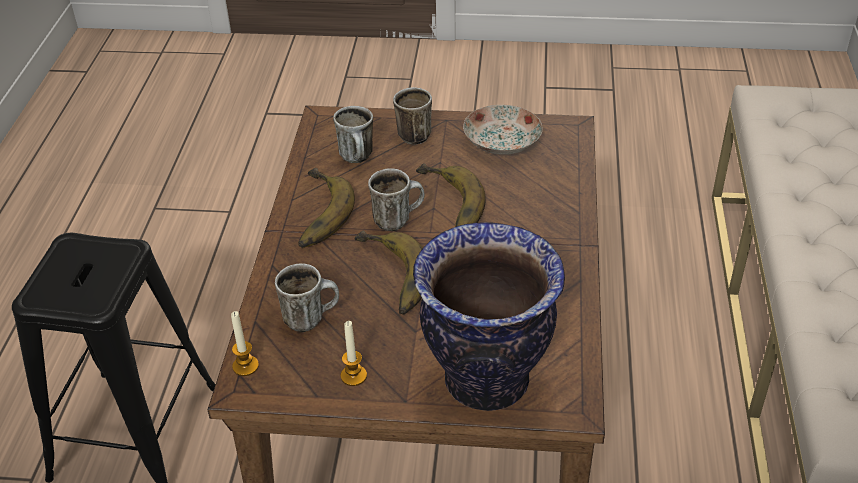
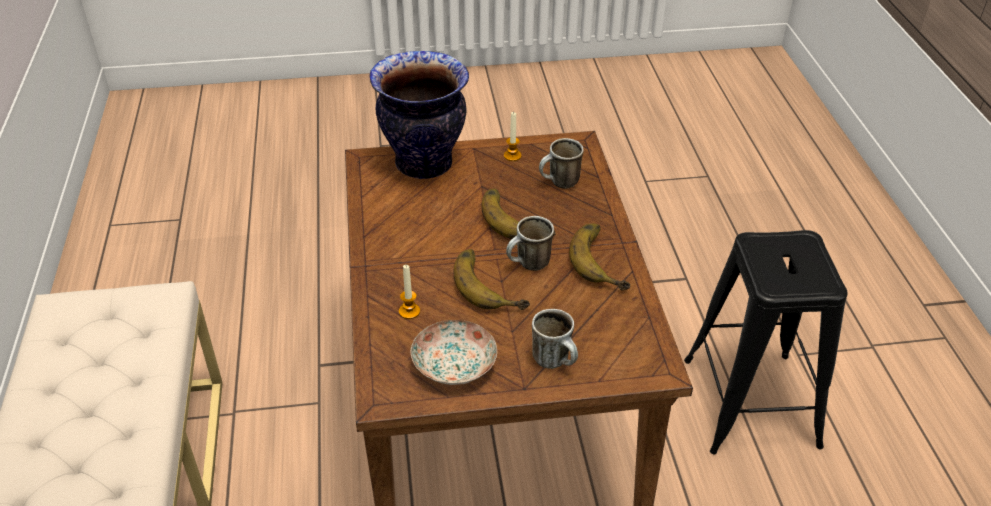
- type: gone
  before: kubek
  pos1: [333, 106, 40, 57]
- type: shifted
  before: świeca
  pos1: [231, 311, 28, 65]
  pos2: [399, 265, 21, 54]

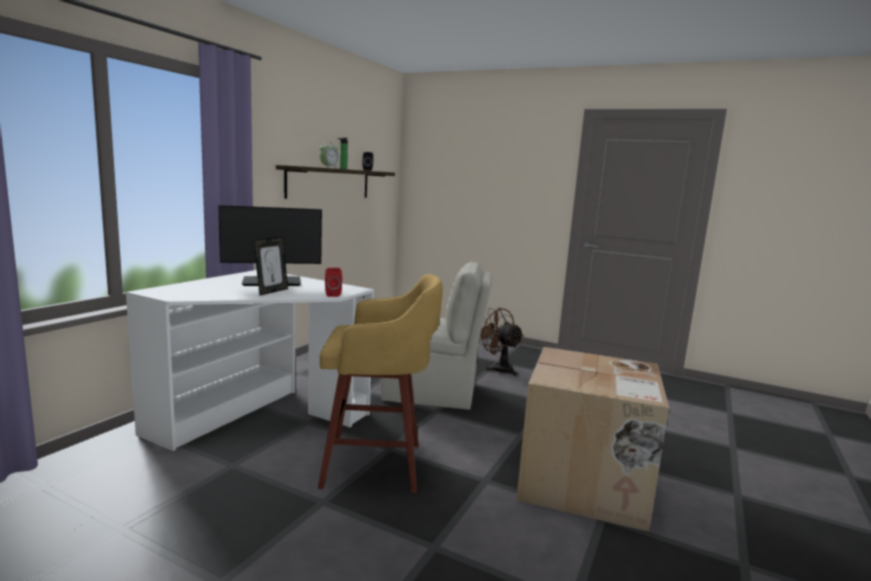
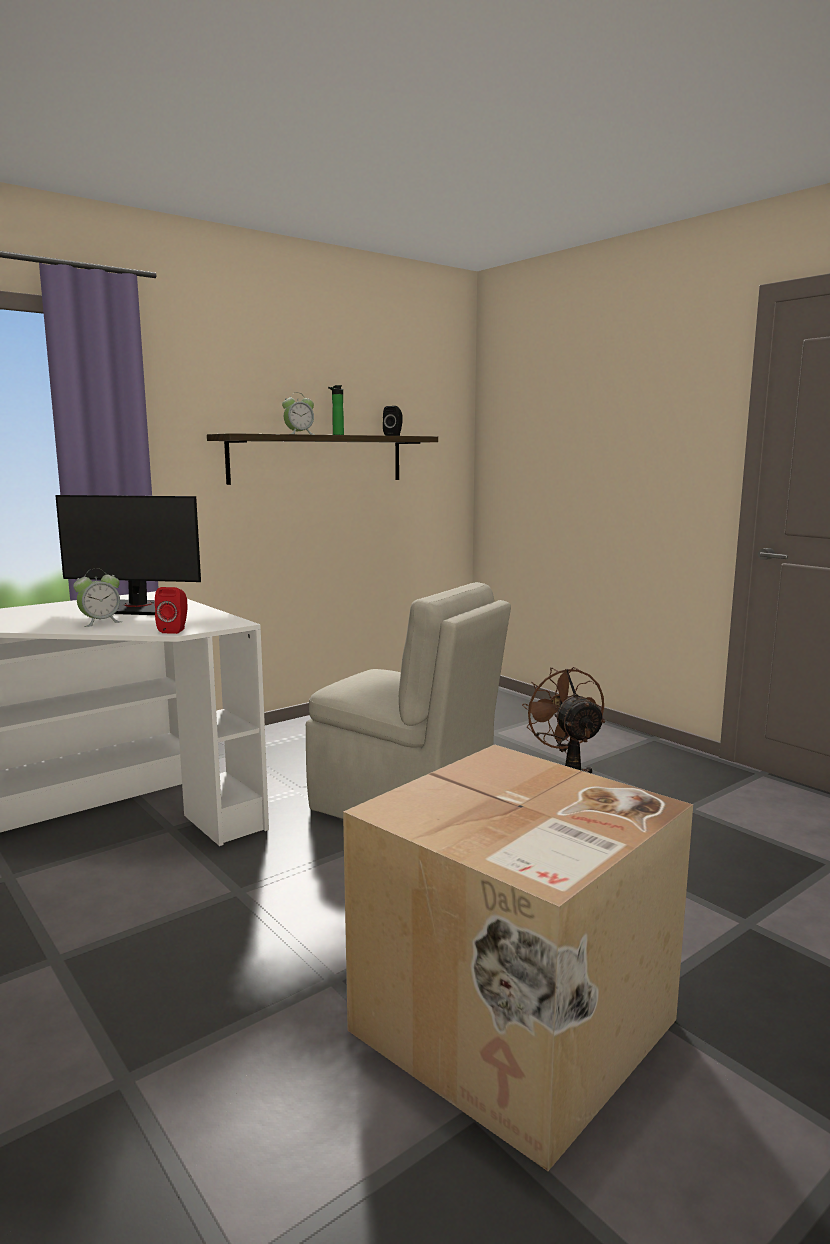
- type: swapped
  before: ramka na zdjęcie
  after: budzik
  pos1: [254, 237, 34, 59]
  pos2: [73, 569, 49, 58]
- type: gone
  before: stołek/żółty
  pos1: [318, 274, 125, 219]

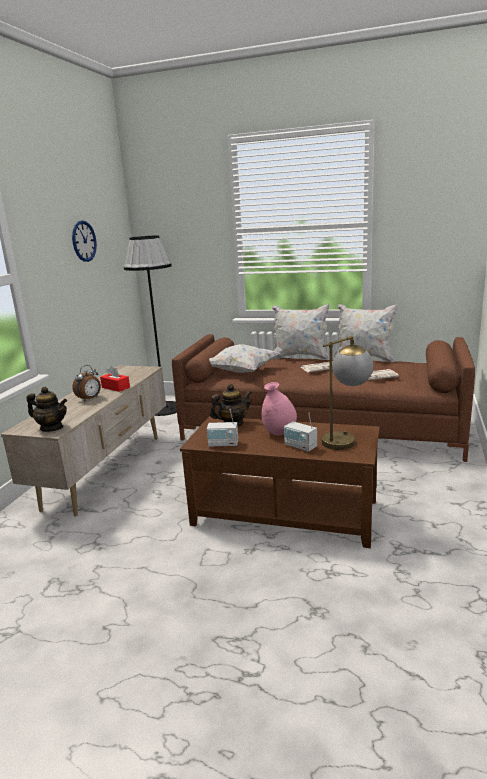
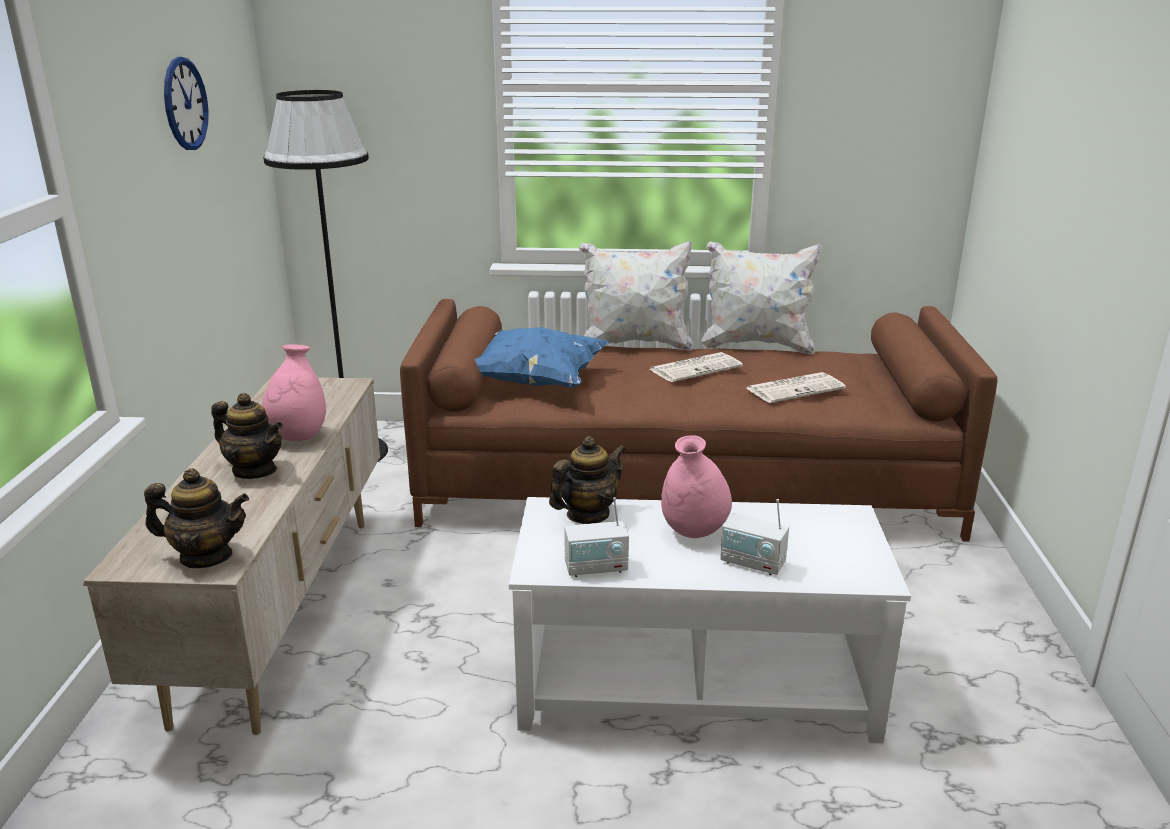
- type: gone
  before: lampa stołowa
  pos1: [322, 336, 51, 114]
- type: repainted
  before: poduszka/biały
  after: poduszka/niebieski
  pos1: [209, 344, 72, 29]
  pos2: [475, 327, 134, 61]
- type: swapped
  before: budzik
  after: imbryk
  pos1: [72, 365, 29, 36]
  pos2: [211, 393, 72, 86]
- type: swapped
  before: pudełko chusteczek/czerwony
  after: wazon/różowy
  pos1: [100, 366, 30, 26]
  pos2: [262, 344, 64, 97]
- type: repainted
  before: ława/brązowy
  after: ława/biały
  pos1: [180, 416, 200, 132]
  pos2: [509, 497, 402, 247]

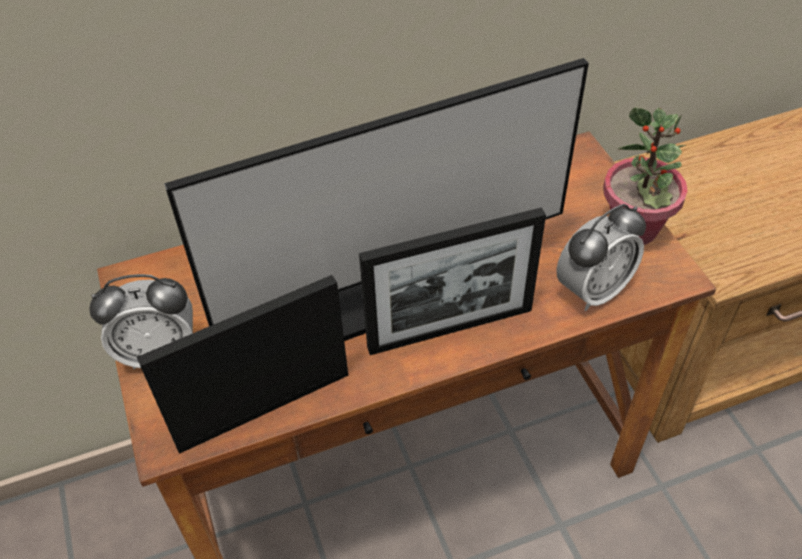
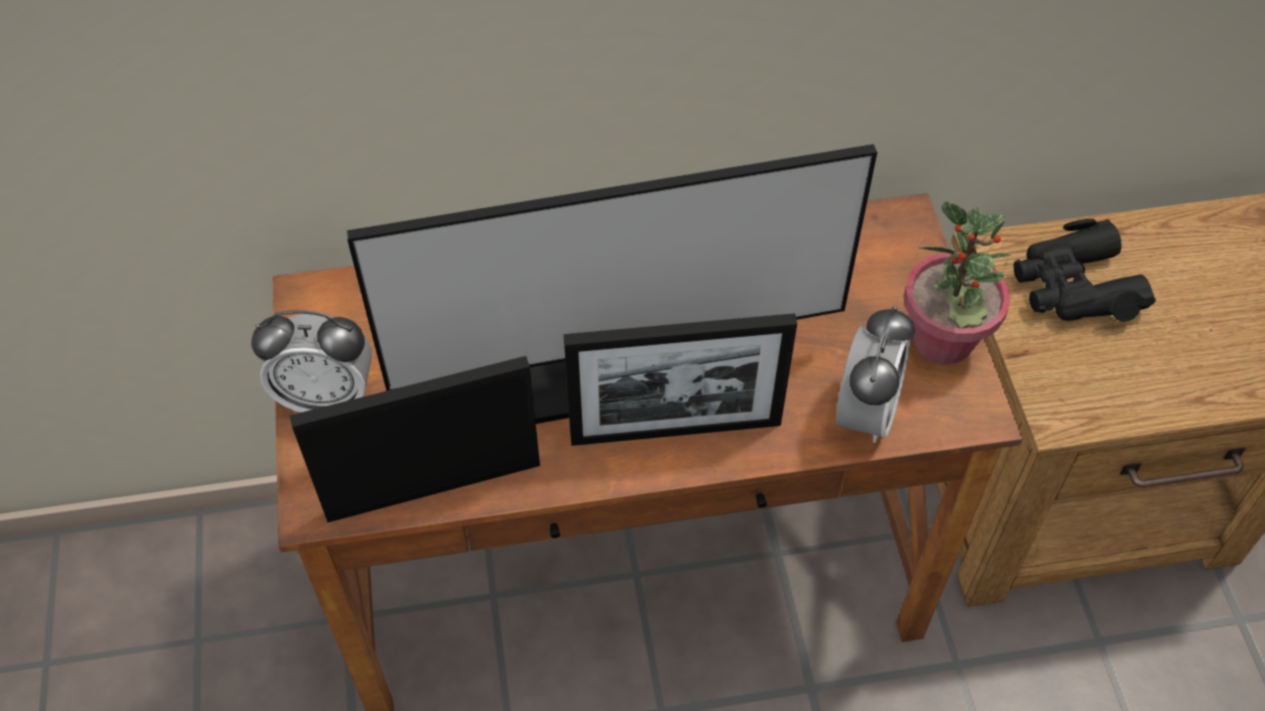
- type: rotated
  before: budzik
  pos1: [556, 204, 90, 107]
  pos2: [836, 306, 79, 137]
  turn: -45
- type: new
  after: lornetka/czarny
  pos2: [1013, 219, 143, 103]

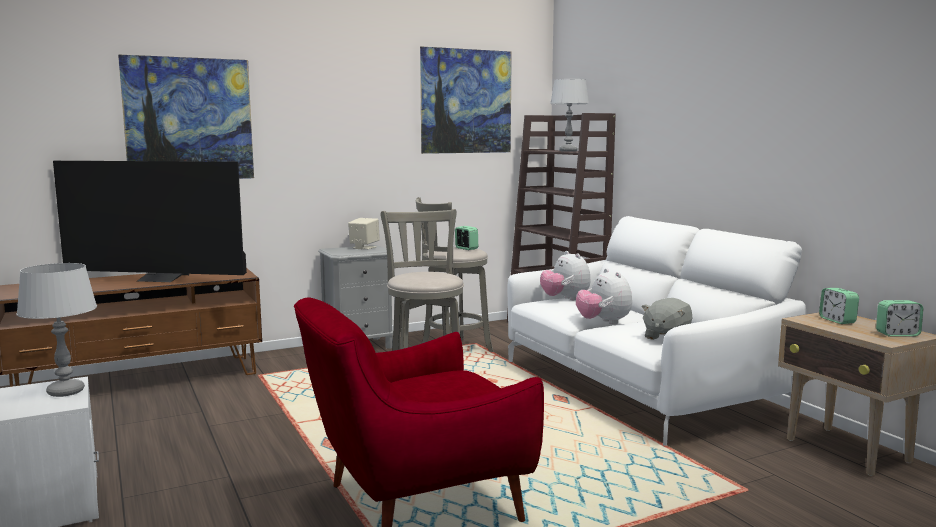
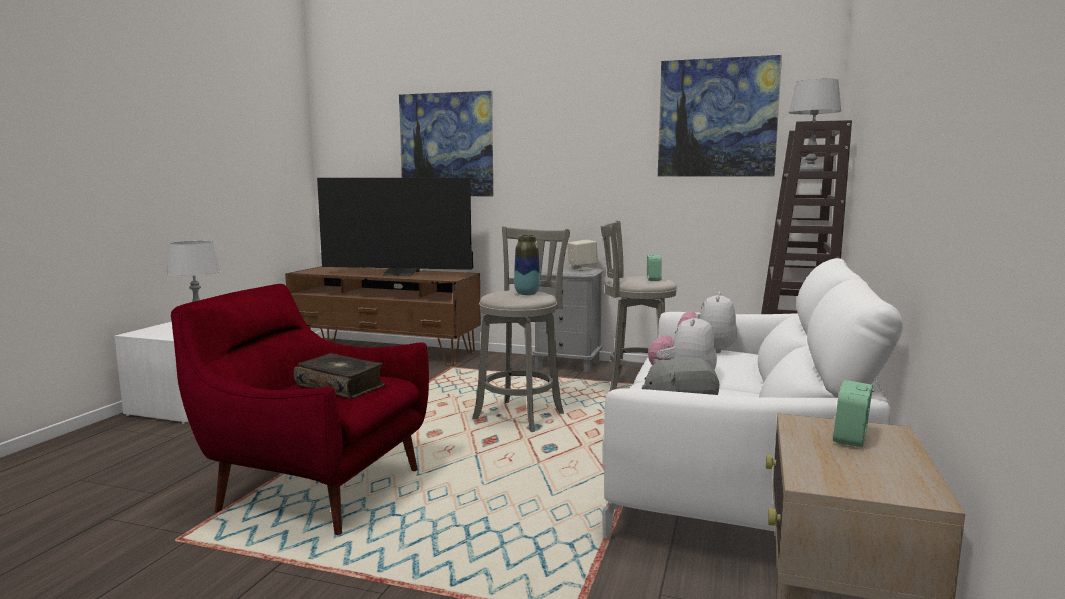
- type: rotated
  before: telewizor
  pos1: [53, 161, 194, 121]
  pos2: [317, 178, 156, 98]
  turn: -45
- type: gone
  before: budzik
  pos1: [876, 300, 47, 37]
- type: new
  after: wazon
  pos2: [514, 235, 26, 60]
- type: new
  after: książka
  pos2: [293, 353, 92, 45]

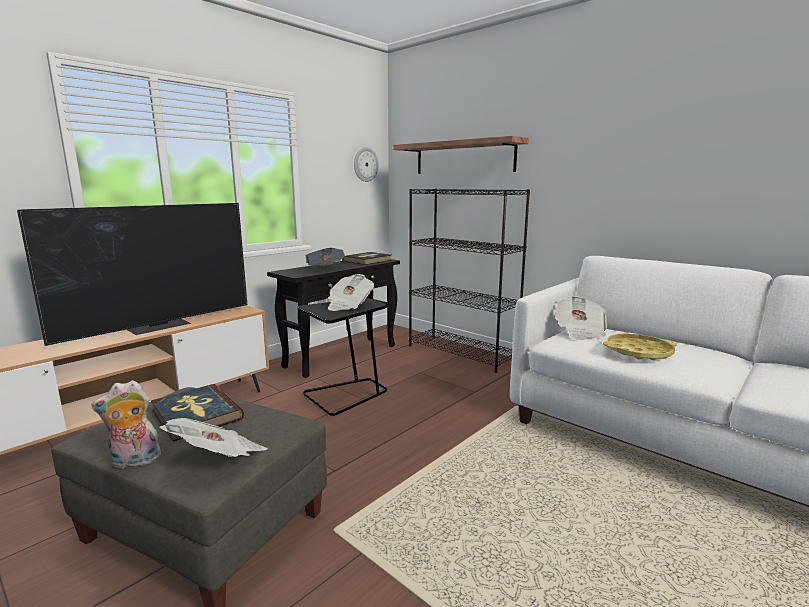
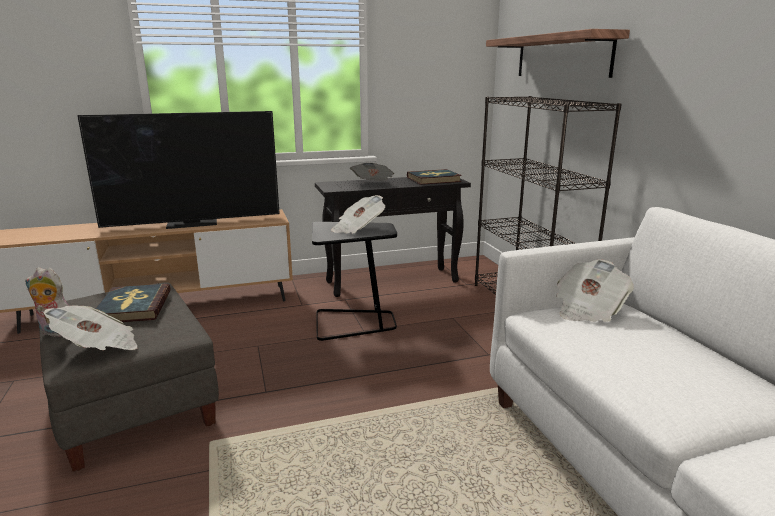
- type: gone
  before: zegar ścienny
  pos1: [354, 147, 25, 35]
- type: gone
  before: taca/żółty
  pos1: [603, 334, 74, 26]

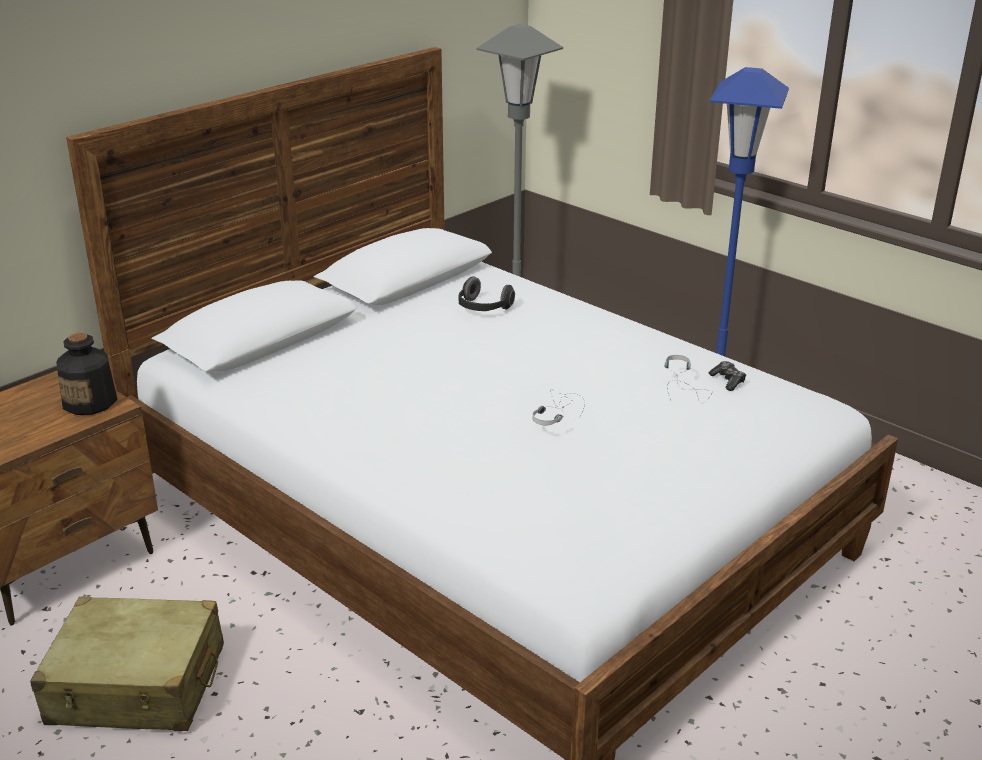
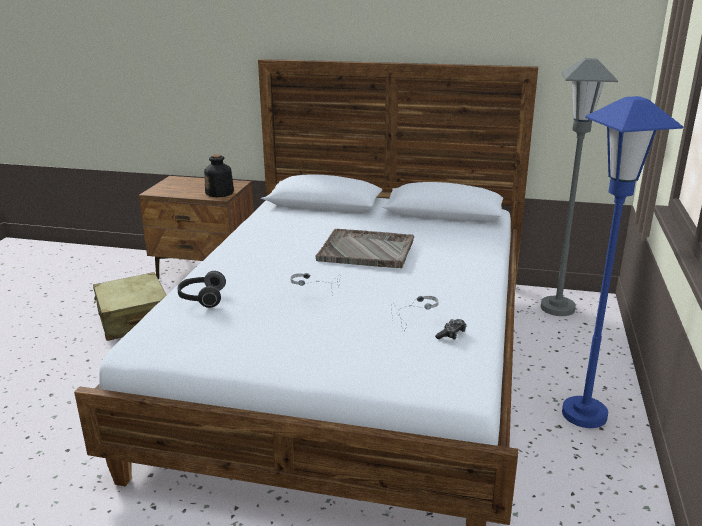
- type: shifted
  before: słuchawki
  pos1: [458, 276, 57, 35]
  pos2: [178, 271, 48, 37]
- type: new
  after: taca/szary
  pos2: [316, 229, 98, 39]

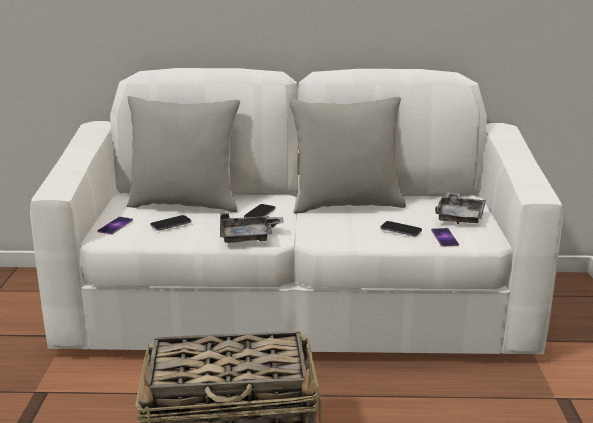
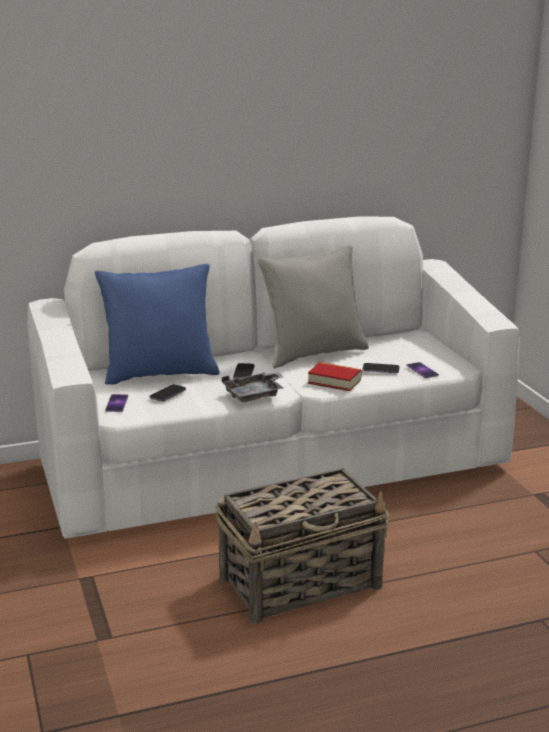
- type: repainted
  before: poduszka/szary
  after: poduszka/niebieski
  pos1: [127, 96, 113, 116]
  pos2: [95, 264, 125, 120]
- type: gone
  before: taca/szary
  pos1: [435, 192, 51, 32]
- type: new
  after: książka
  pos2: [308, 362, 54, 29]

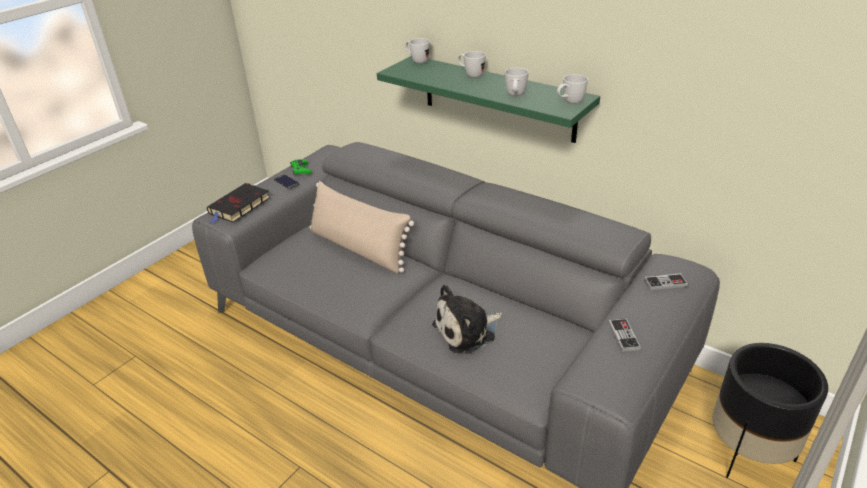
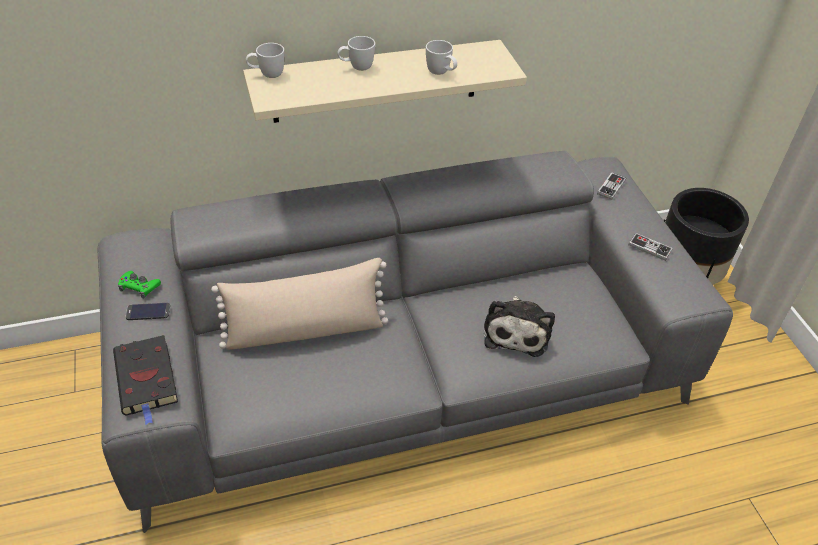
- type: repainted
  before: półka/zielony
  after: półka/beżowy
  pos1: [377, 56, 223, 87]
  pos2: [243, 40, 284, 83]
- type: gone
  before: kubek/biały
  pos1: [557, 74, 31, 30]

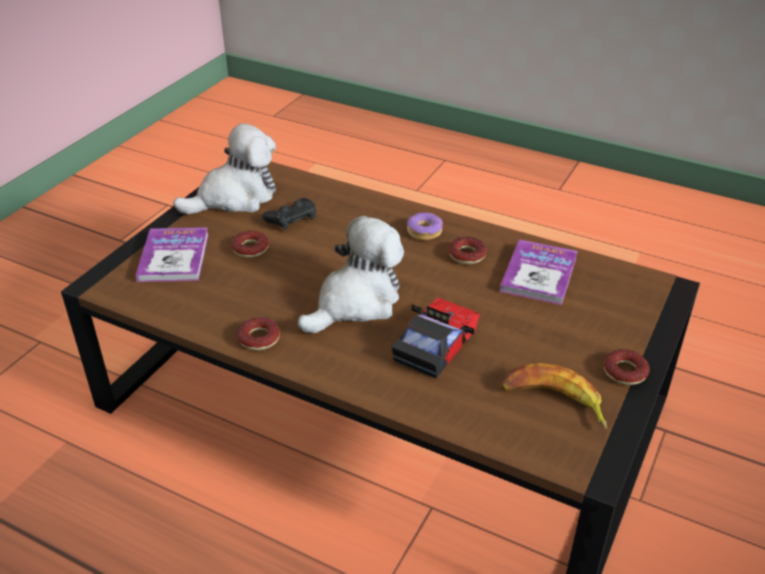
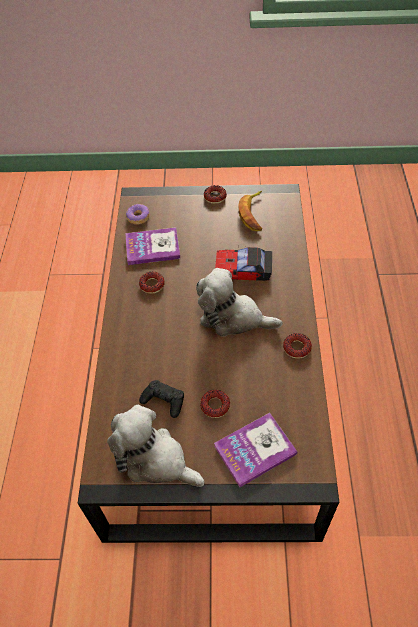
- type: shifted
  before: donut
  pos1: [407, 212, 36, 28]
  pos2: [126, 204, 24, 21]

